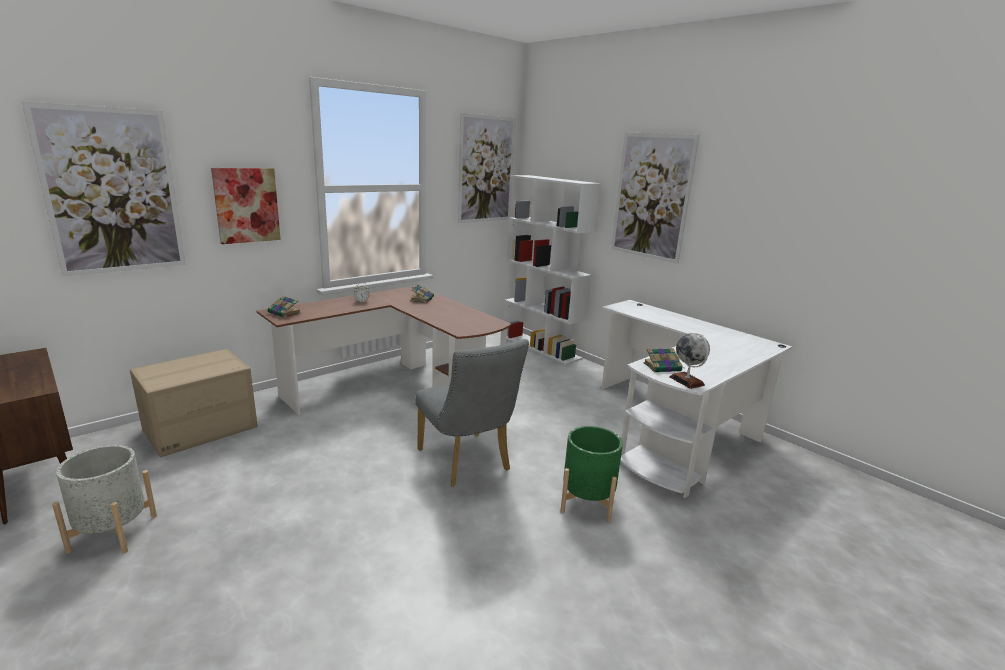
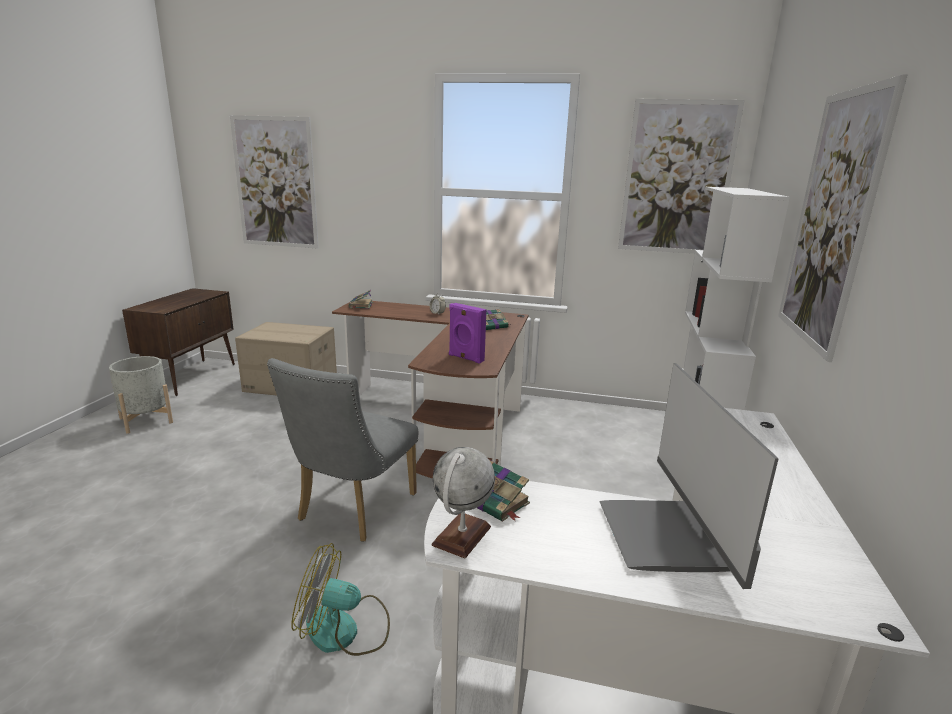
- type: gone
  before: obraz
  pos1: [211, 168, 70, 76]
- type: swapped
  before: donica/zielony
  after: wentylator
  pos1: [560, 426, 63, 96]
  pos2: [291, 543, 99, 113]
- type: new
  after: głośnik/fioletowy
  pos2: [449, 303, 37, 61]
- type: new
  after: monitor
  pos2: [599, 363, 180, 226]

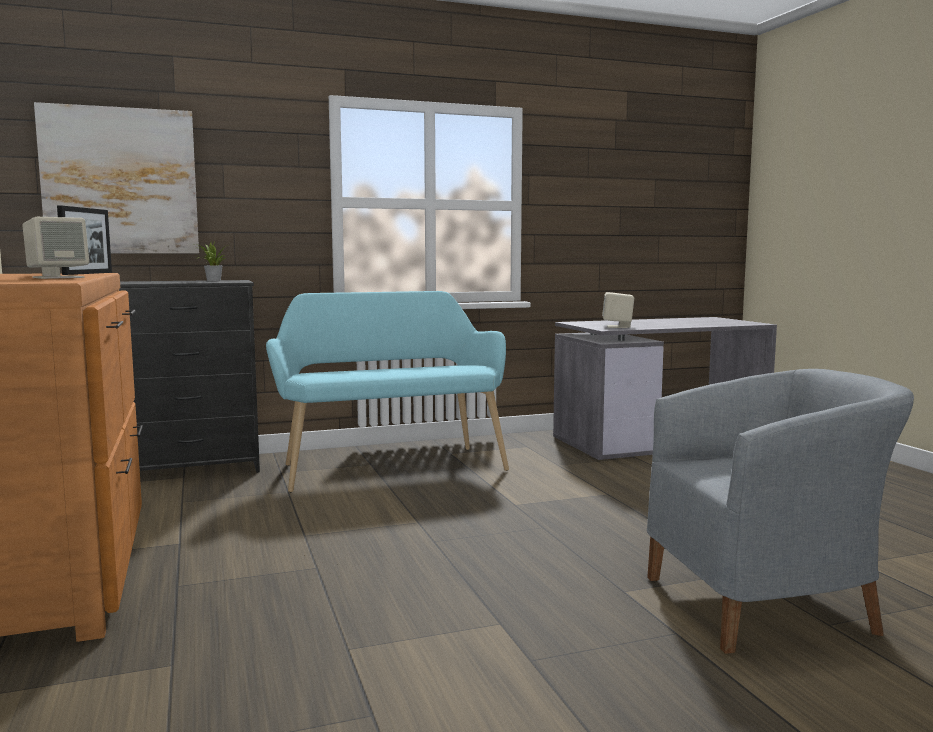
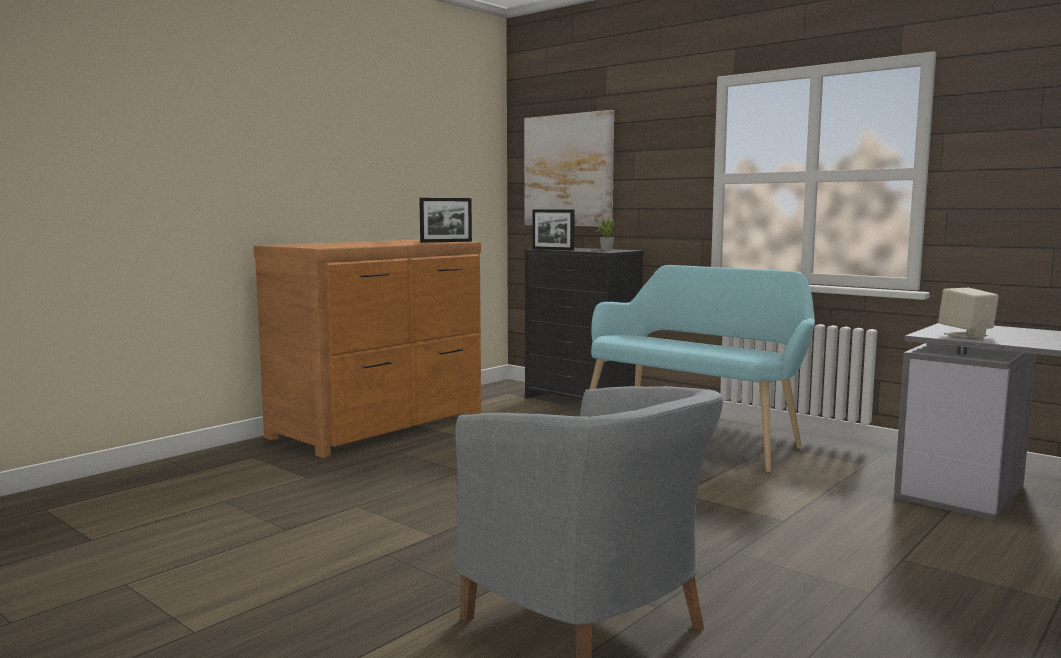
- type: gone
  before: głośnik/beżowy
  pos1: [22, 217, 67, 62]
- type: new
  after: ramka na zdjęcie
  pos2: [532, 210, 43, 41]

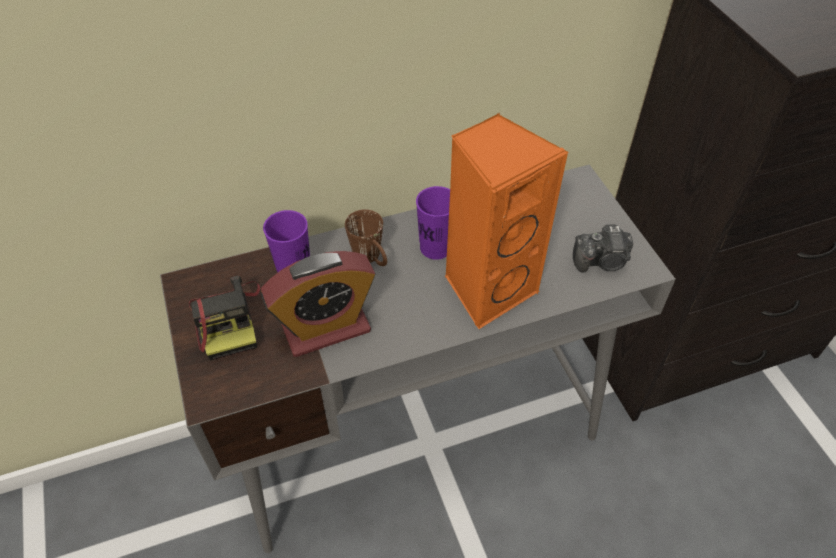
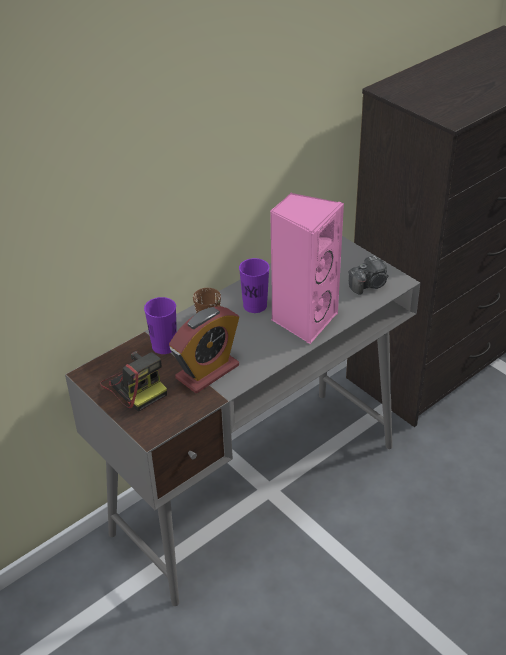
- type: repainted
  before: głośnik/pomarańczowy
  after: głośnik/różowy
  pos1: [445, 113, 124, 217]
  pos2: [270, 192, 74, 152]

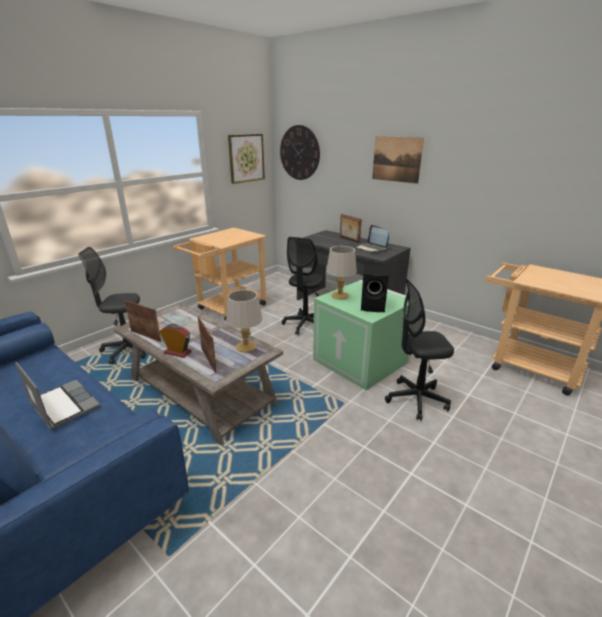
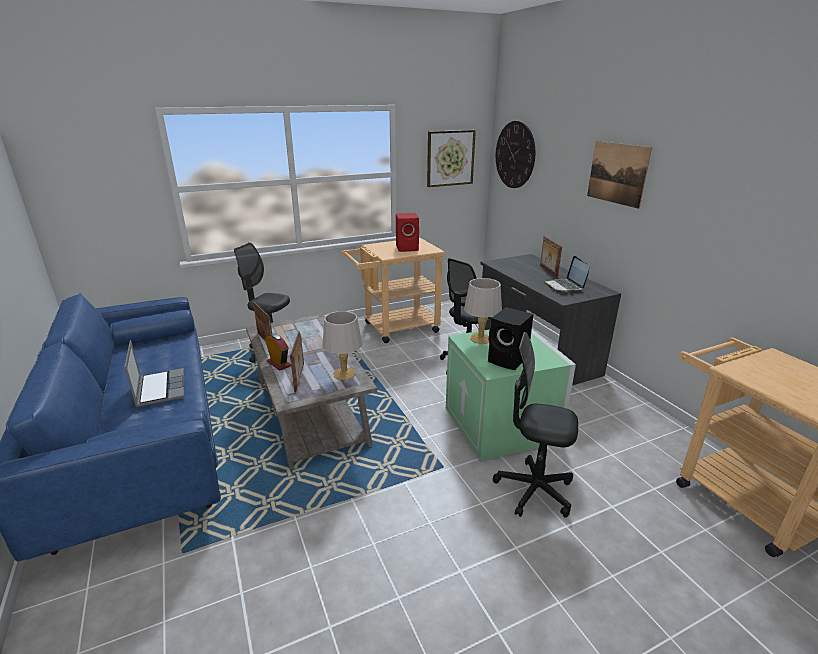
- type: new
  after: głośnik/czerwony
  pos2: [396, 213, 23, 39]

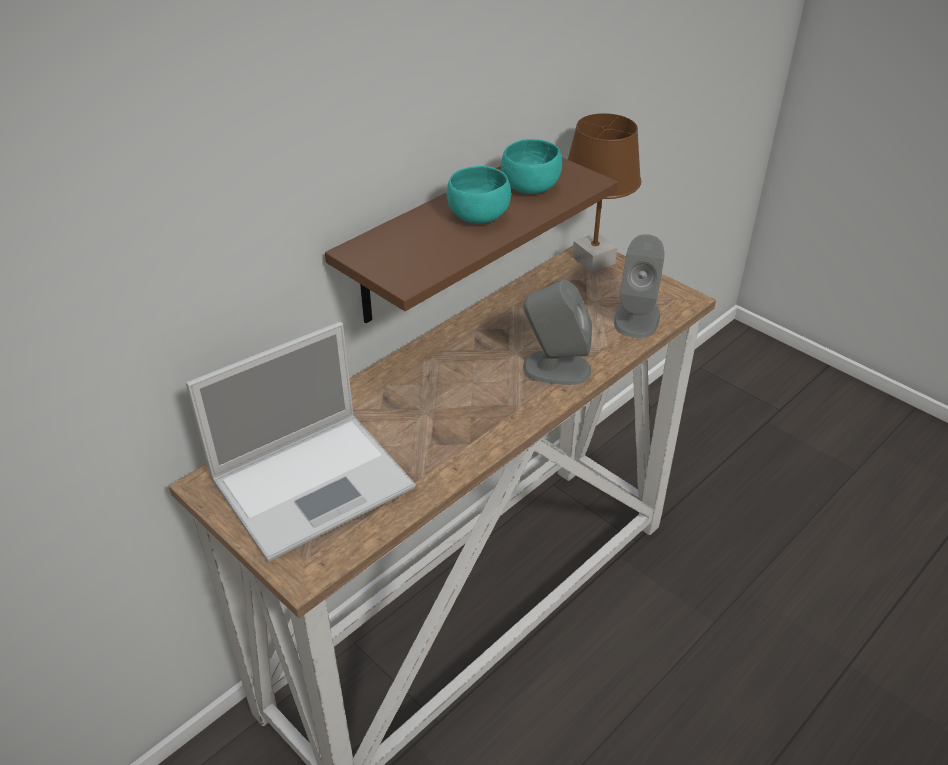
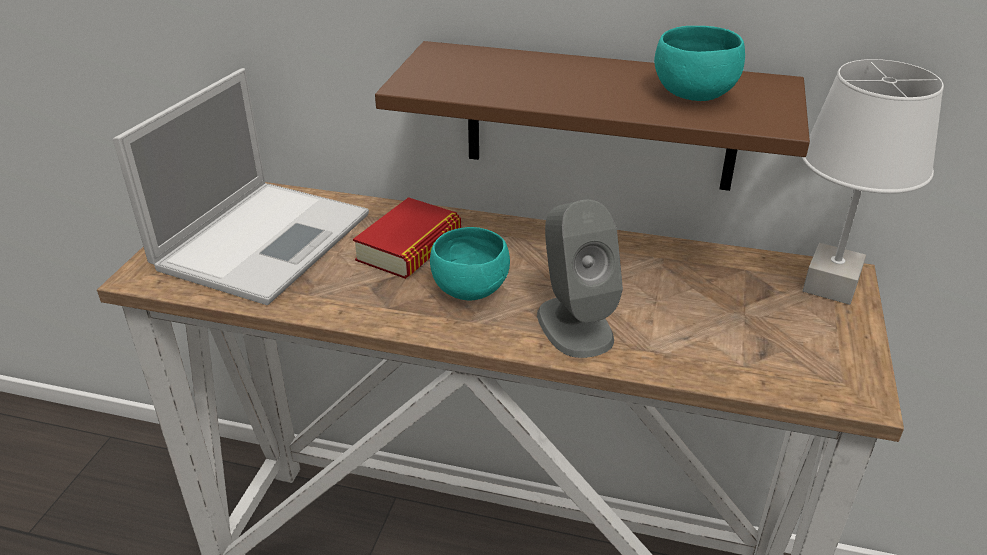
- type: repainted
  before: lampa stołowa/brązowy
  after: lampa stołowa/biały
  pos1: [568, 113, 73, 159]
  pos2: [802, 59, 142, 246]
- type: shifted
  before: miska/turkusowy
  pos1: [446, 166, 65, 58]
  pos2: [430, 227, 80, 73]
- type: gone
  before: głośnik/szary
  pos1: [614, 234, 50, 104]
- type: rotated
  before: laptop
  pos1: [186, 322, 230, 240]
  pos2: [113, 68, 256, 237]
  turn: -90
- type: new
  after: książka
  pos2: [353, 197, 108, 82]

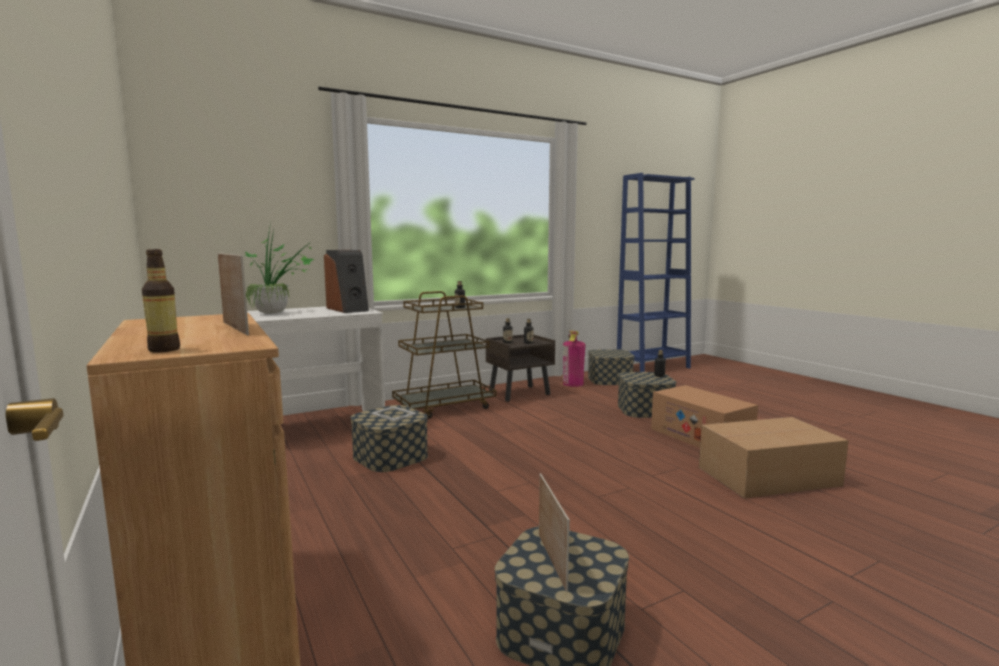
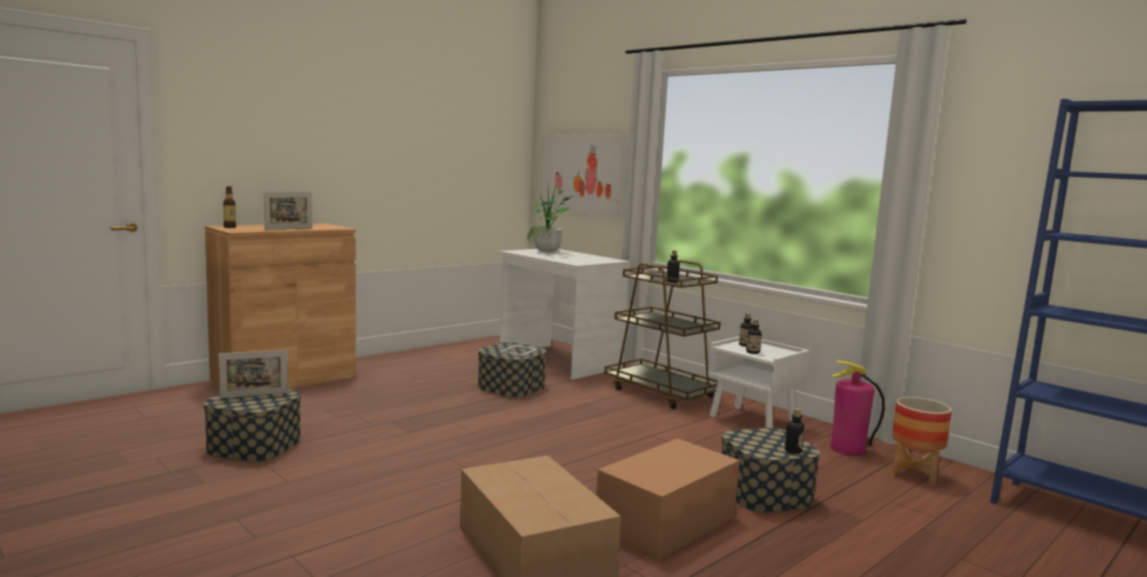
- type: gone
  before: głośnik
  pos1: [324, 250, 45, 63]
- type: repainted
  before: szafka nocna/brązowy
  after: szafka nocna/biały
  pos1: [486, 334, 69, 68]
  pos2: [708, 336, 101, 92]
- type: swapped
  before: pojemnik do przechowywania
  after: donica
  pos1: [588, 349, 46, 36]
  pos2: [892, 397, 60, 89]
- type: new
  after: obraz
  pos2: [540, 134, 88, 83]

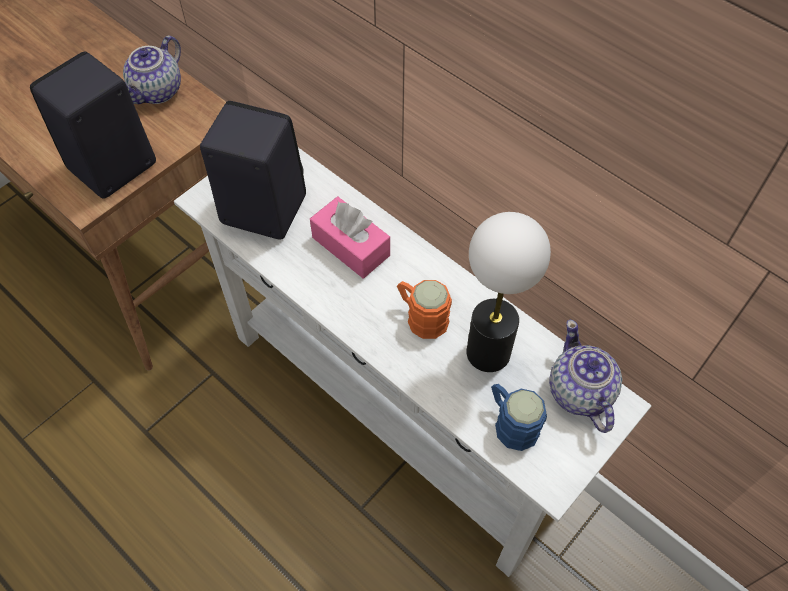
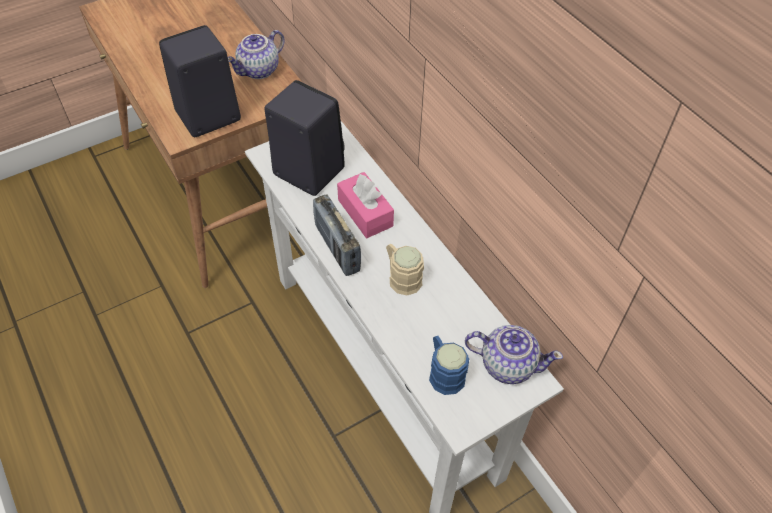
- type: gone
  before: lampa stołowa
  pos1: [466, 212, 85, 160]
- type: repainted
  before: kubek/pomarańczowy
  after: kubek/beżowy
  pos1: [397, 280, 55, 59]
  pos2: [386, 243, 38, 53]
- type: rotated
  before: imbryk
  pos1: [549, 320, 73, 113]
  pos2: [465, 325, 98, 59]
  turn: 105
- type: new
  after: radio
  pos2: [313, 195, 48, 81]

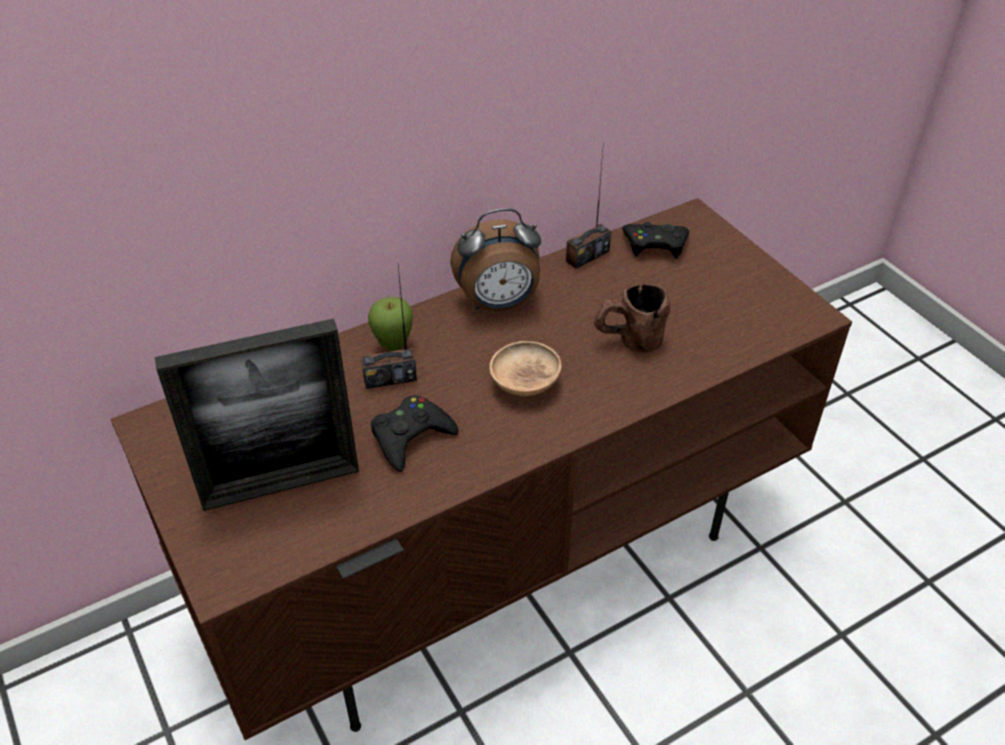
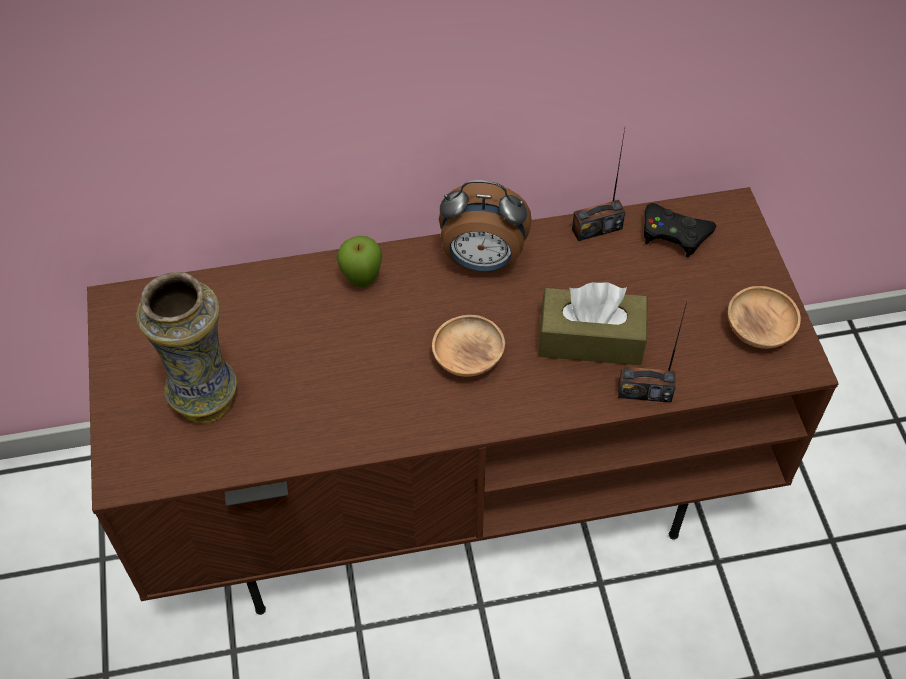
- type: shifted
  before: radio
  pos1: [361, 266, 56, 123]
  pos2: [618, 302, 69, 101]
- type: swapped
  before: kubek/brązowy
  after: pudełko chusteczek/brązowy
  pos1: [594, 284, 76, 69]
  pos2: [539, 282, 109, 83]
- type: swapped
  before: ramka na zdjęcie
  after: wazon
  pos1: [155, 318, 204, 193]
  pos2: [136, 272, 101, 152]
- type: gone
  before: pad do gier/czarny
  pos1: [371, 395, 88, 77]
- type: new
  after: miska/brązowy
  pos2: [728, 286, 73, 63]

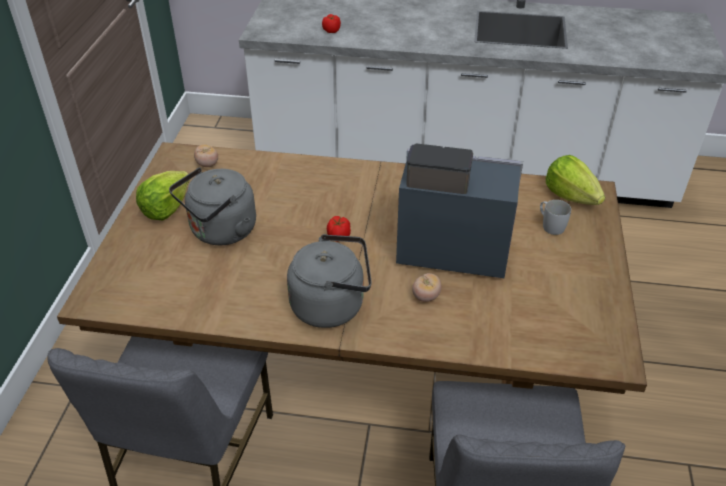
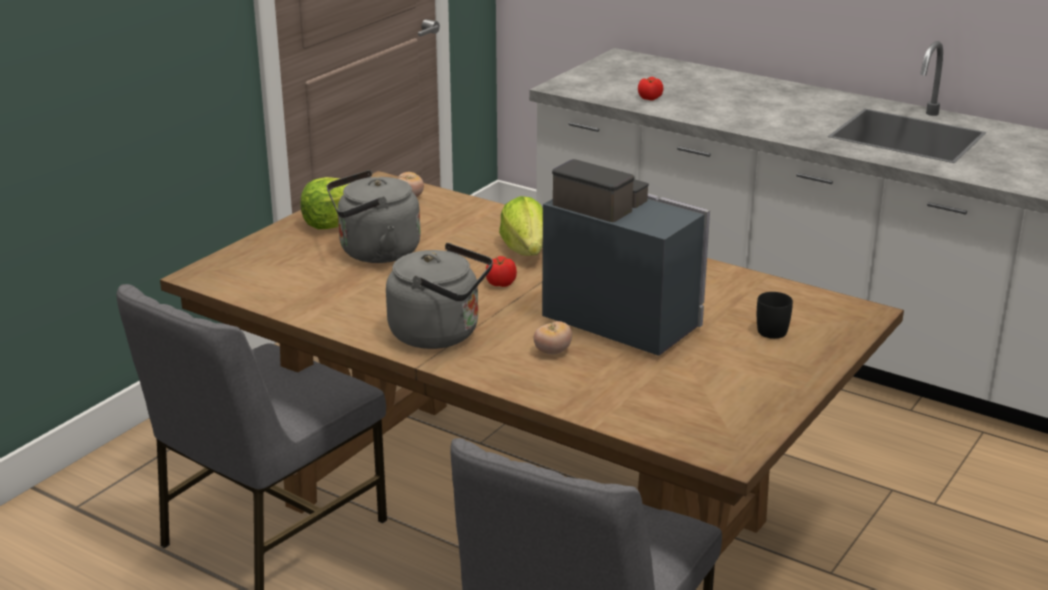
- type: shifted
  before: sałata
  pos1: [546, 155, 59, 50]
  pos2: [499, 196, 44, 60]
- type: repainted
  before: kubek/biały
  after: kubek/czarny
  pos1: [540, 200, 31, 35]
  pos2: [757, 292, 36, 47]

